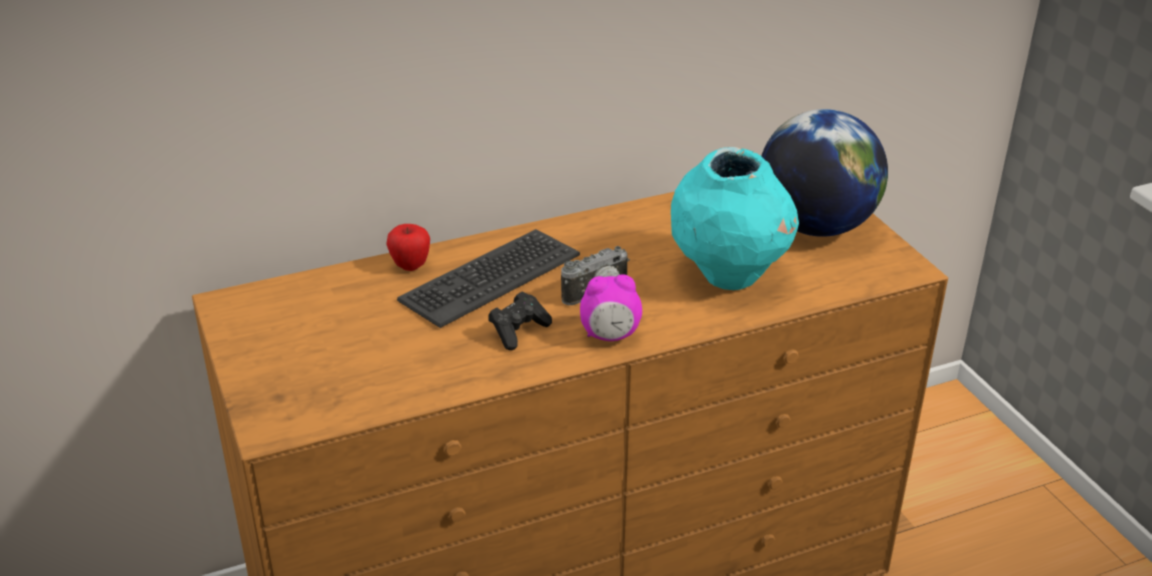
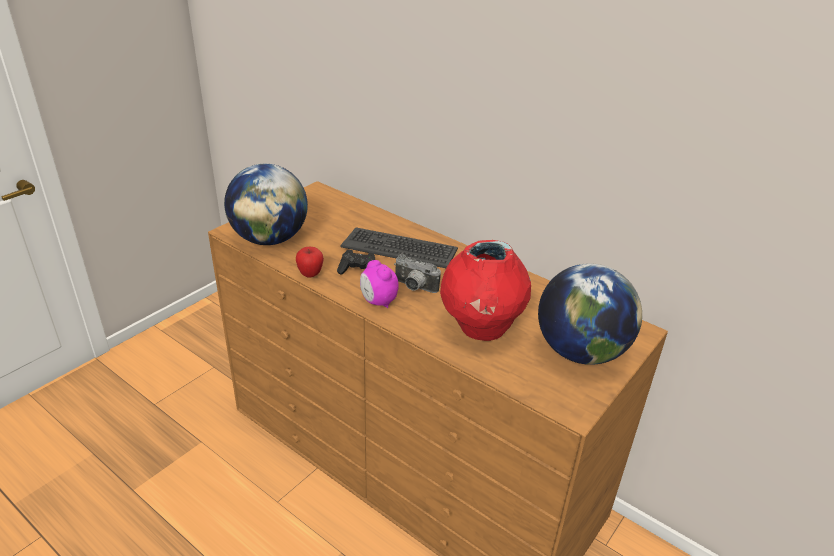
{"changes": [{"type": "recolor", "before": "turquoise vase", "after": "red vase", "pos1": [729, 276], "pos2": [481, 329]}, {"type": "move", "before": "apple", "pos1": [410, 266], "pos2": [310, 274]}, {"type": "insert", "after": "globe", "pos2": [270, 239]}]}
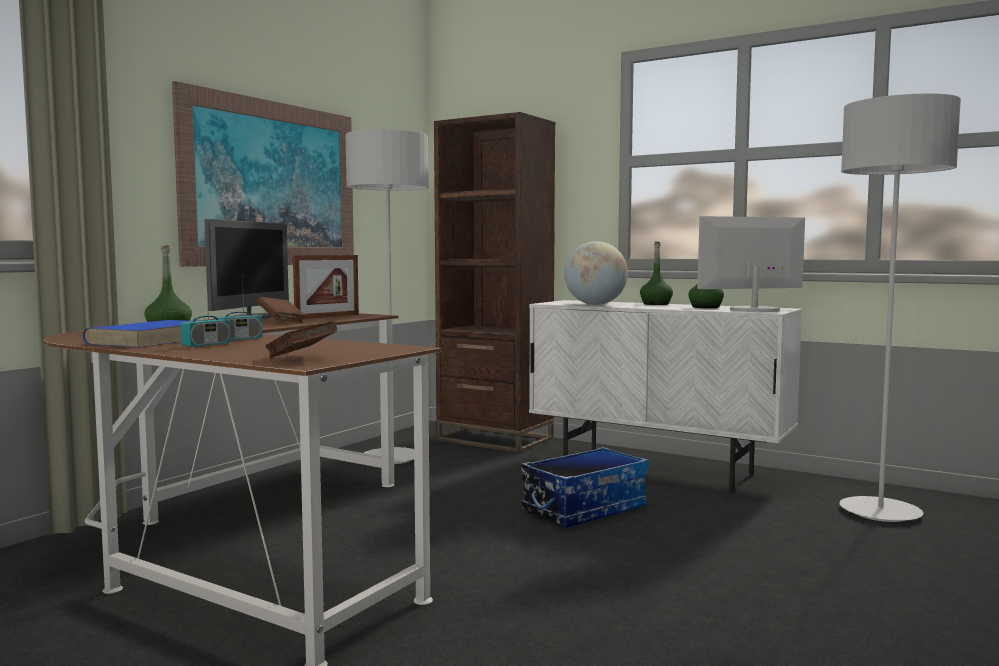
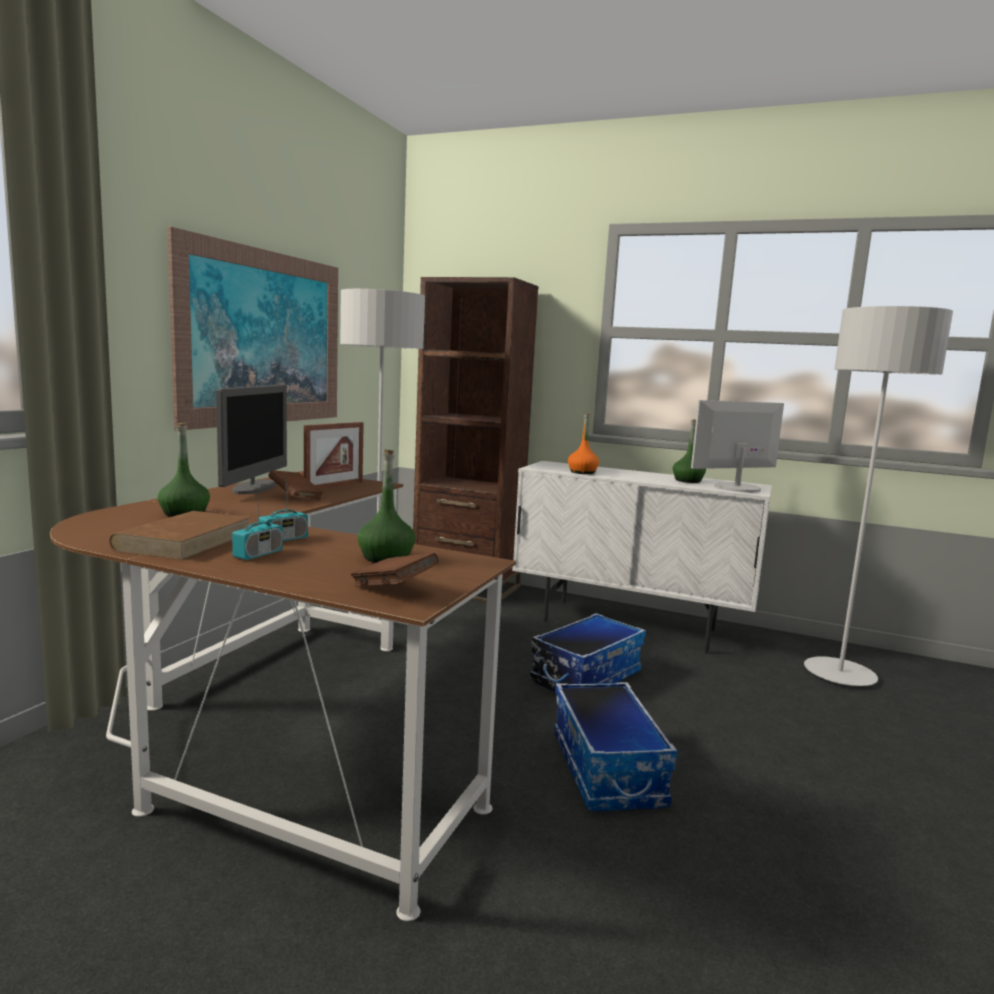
{"changes": [{"type": "replace", "before": "globe", "after": "orange bottle", "pos1": [595, 304], "pos2": [582, 472]}, {"type": "move", "before": "green bottle", "pos1": [656, 304], "pos2": [386, 558]}, {"type": "recolor", "before": "blue book", "after": "brown book", "pos1": [152, 340], "pos2": [186, 541]}, {"type": "insert", "after": "storage box", "pos2": [608, 770]}]}
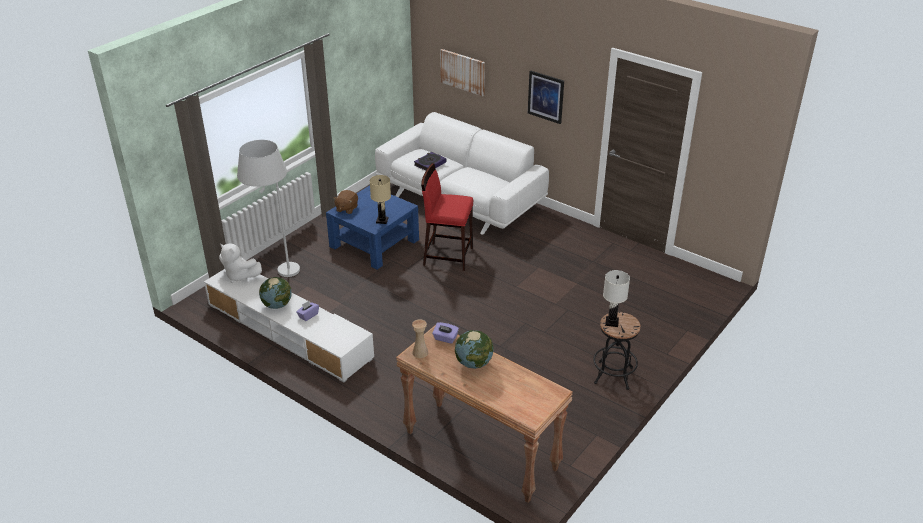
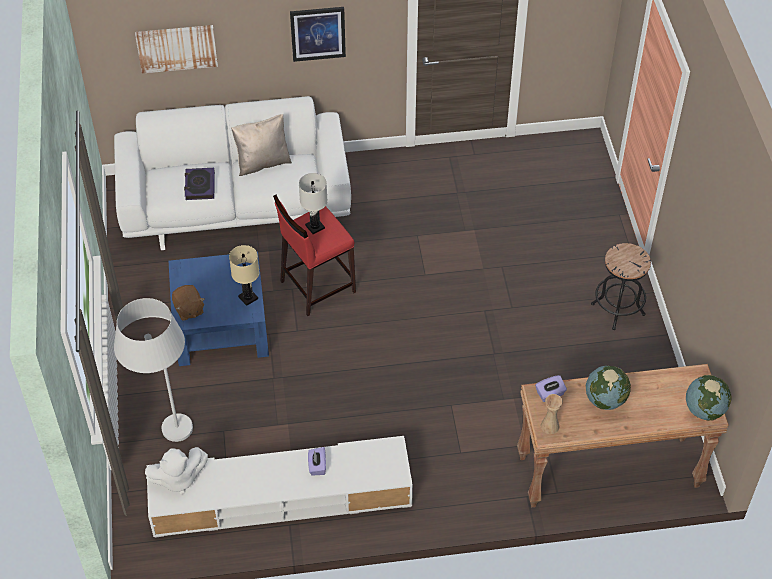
{"changes": [{"type": "move", "before": "white table lamp", "pos1": [612, 322], "pos2": [315, 227]}, {"type": "move", "before": "globe", "pos1": [277, 305], "pos2": [704, 410]}, {"type": "insert", "after": "beige pillow", "pos2": [262, 162]}]}
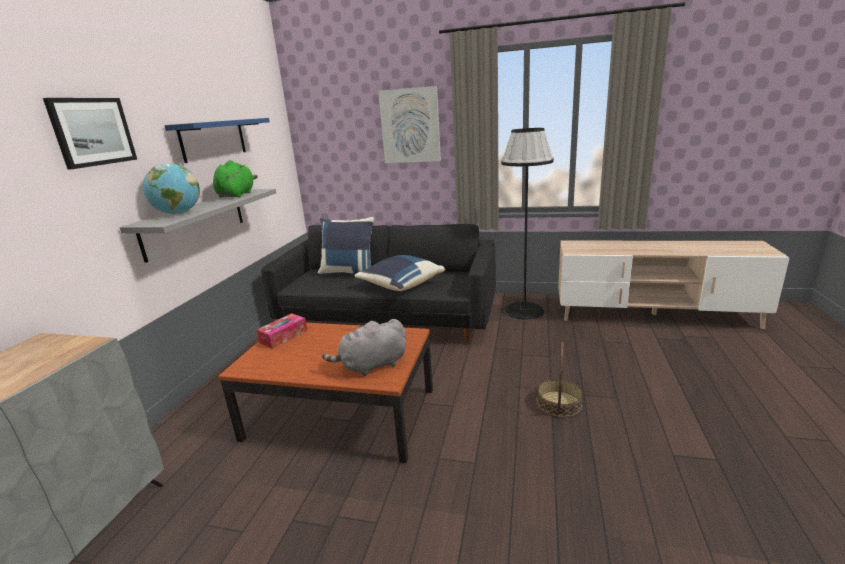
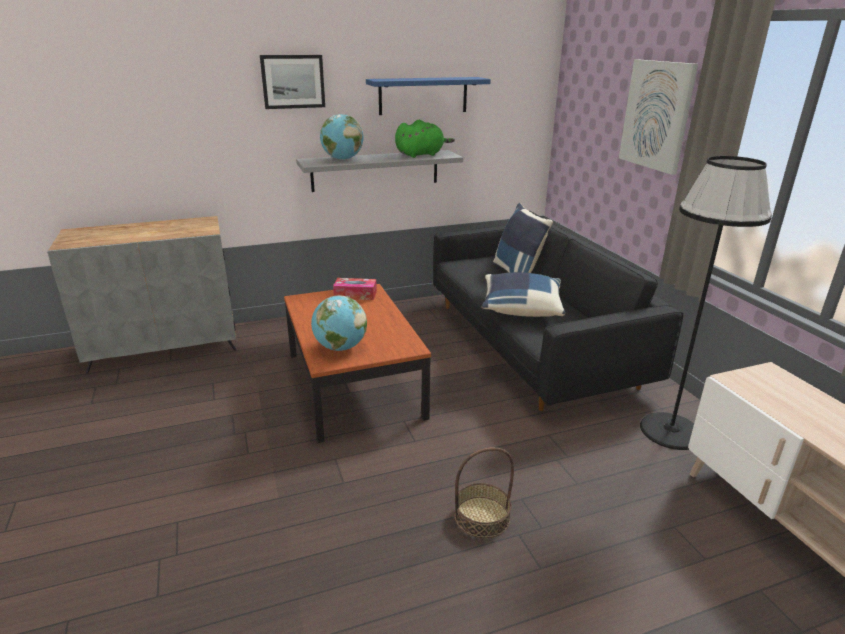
{"changes": [{"type": "replace", "before": "grey plush toy", "after": "globe", "pos1": [371, 366], "pos2": [340, 347]}]}
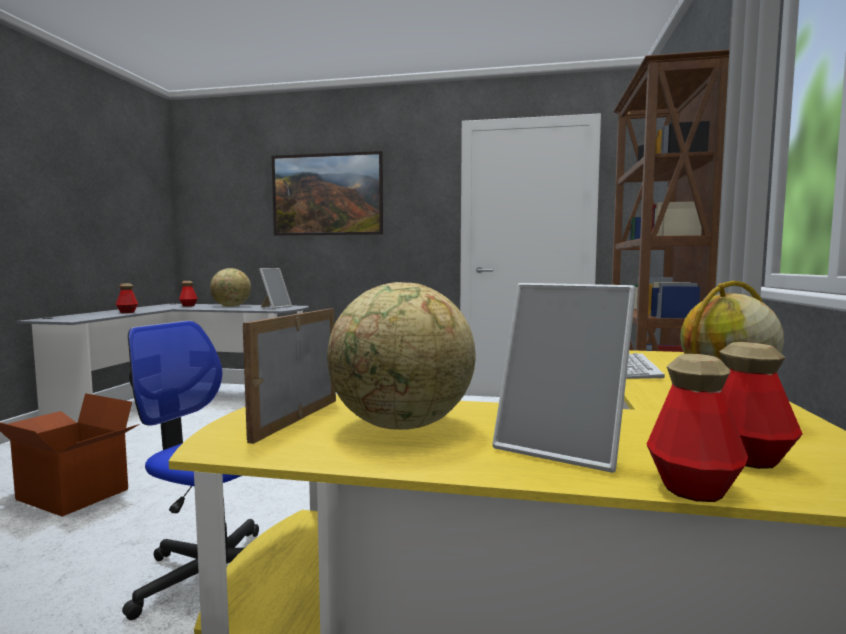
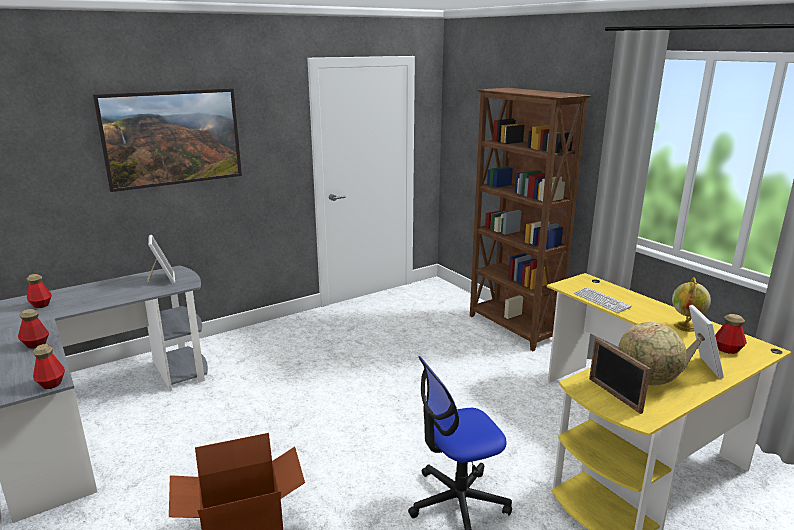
{"changes": [{"type": "delete", "before": "globe", "pos1": [231, 306]}, {"type": "rotate", "before": "picture frame", "pos1": [564, 448], "pos2": [697, 367], "turn": -75}, {"type": "move", "before": "bottle", "pos1": [693, 488], "pos2": [51, 383]}]}
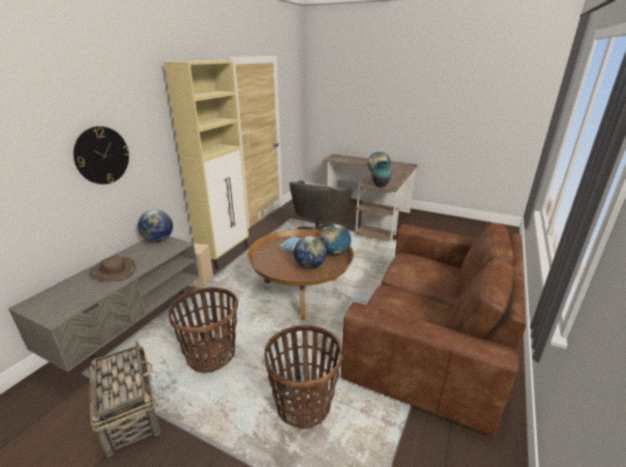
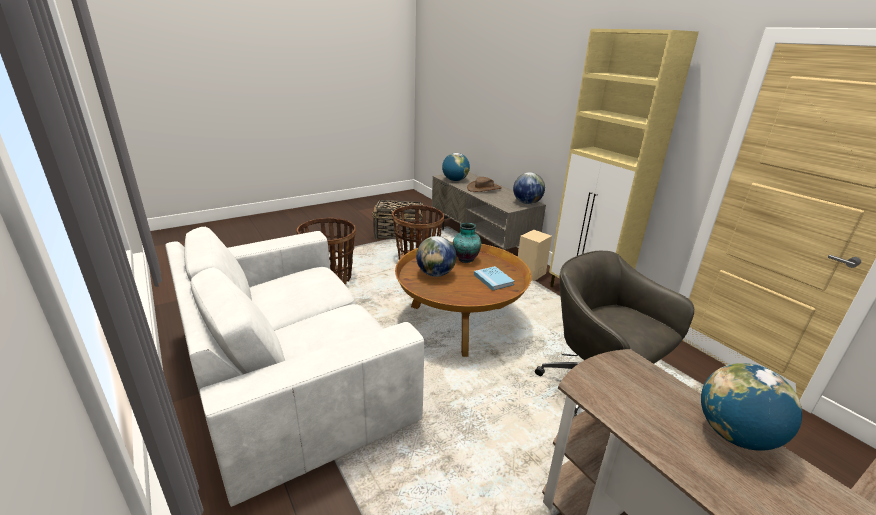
{"changes": [{"type": "delete", "before": "wall clock", "pos1": [102, 155]}, {"type": "move", "before": "vase", "pos1": [380, 186], "pos2": [465, 259]}, {"type": "recolor", "before": "brown sofa", "after": "white sofa", "pos1": [432, 336], "pos2": [291, 373]}, {"type": "move", "before": "globe", "pos1": [335, 253], "pos2": [455, 180]}]}
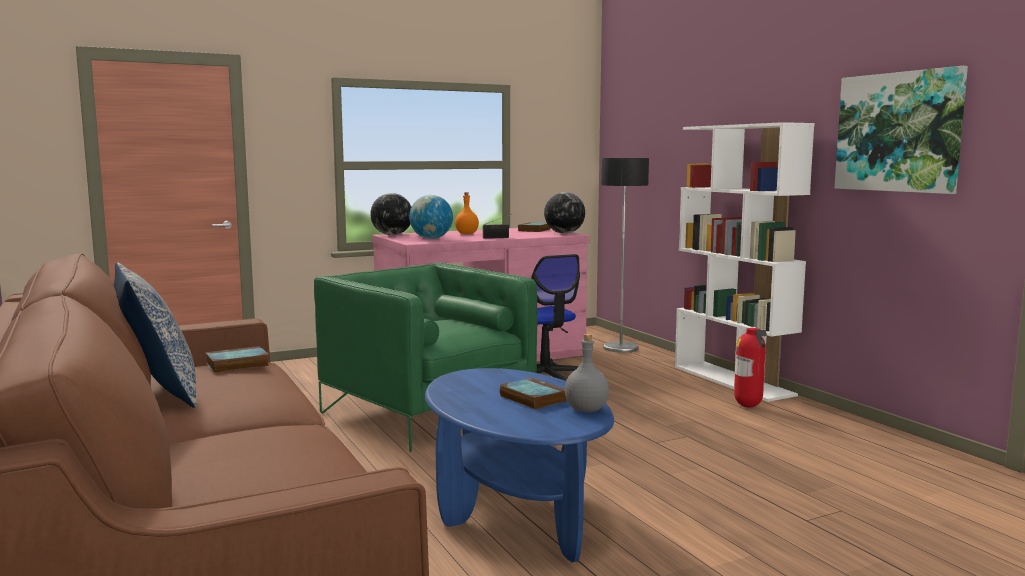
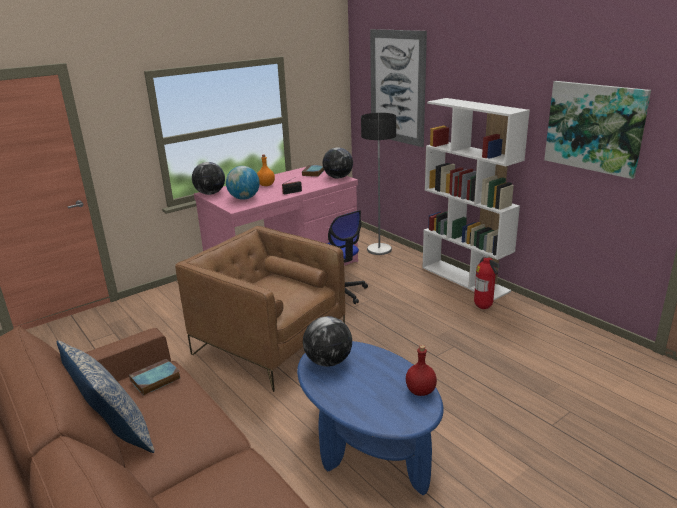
{"changes": [{"type": "recolor", "before": "green armchair", "after": "brown armchair", "pos1": [427, 413], "pos2": [269, 344]}, {"type": "recolor", "before": "grey bottle", "after": "red bottle", "pos1": [587, 410], "pos2": [421, 391]}, {"type": "delete", "before": "book", "pos1": [532, 398]}, {"type": "insert", "after": "picture", "pos2": [397, 87]}, {"type": "insert", "after": "globe", "pos2": [328, 362]}]}
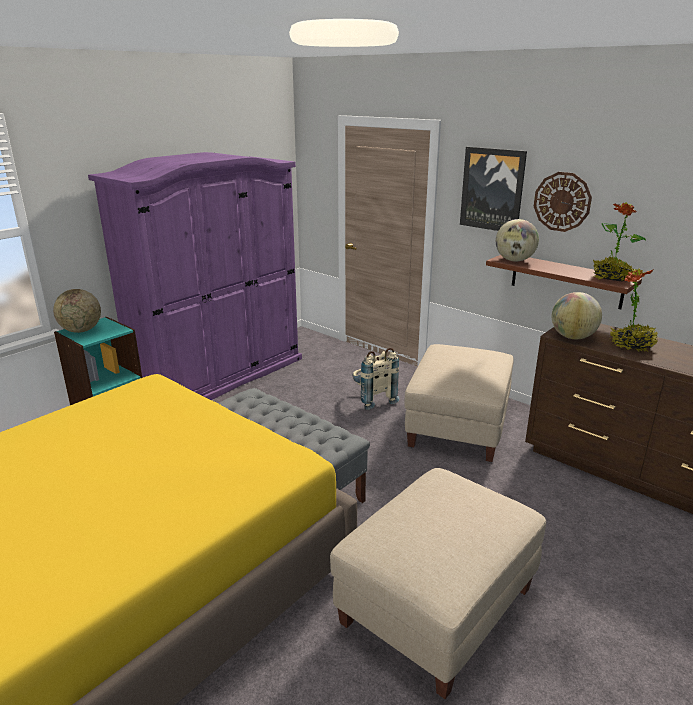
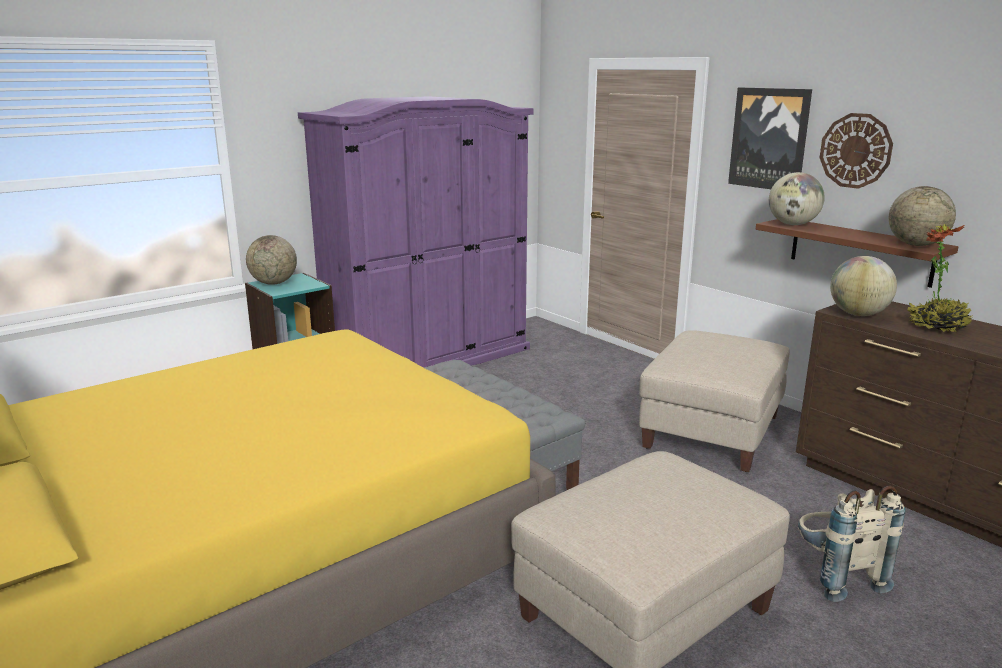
{"changes": [{"type": "replace", "before": "potted plant", "after": "globe", "pos1": [611, 279], "pos2": [916, 245]}, {"type": "move", "before": "beige backpack", "pos1": [372, 399], "pos2": [835, 576]}]}
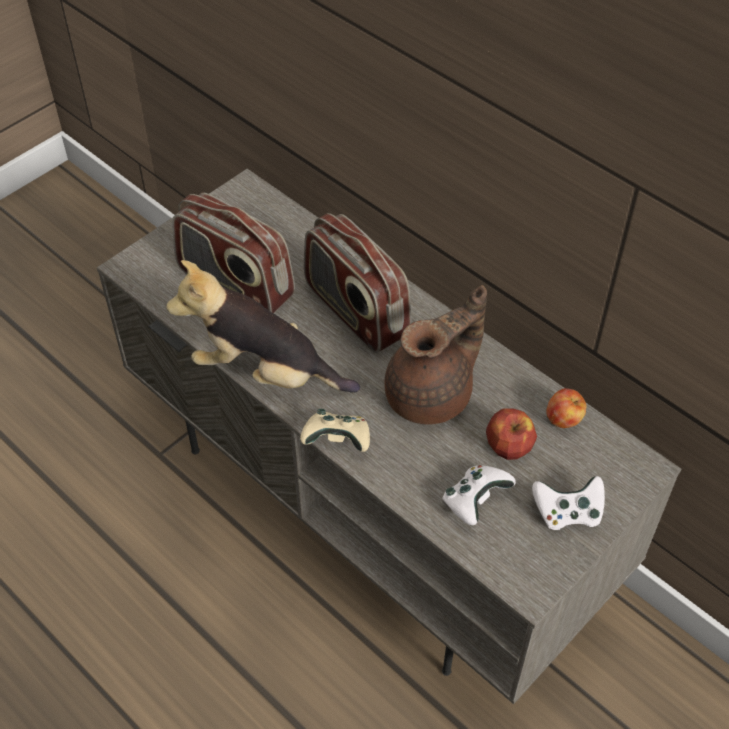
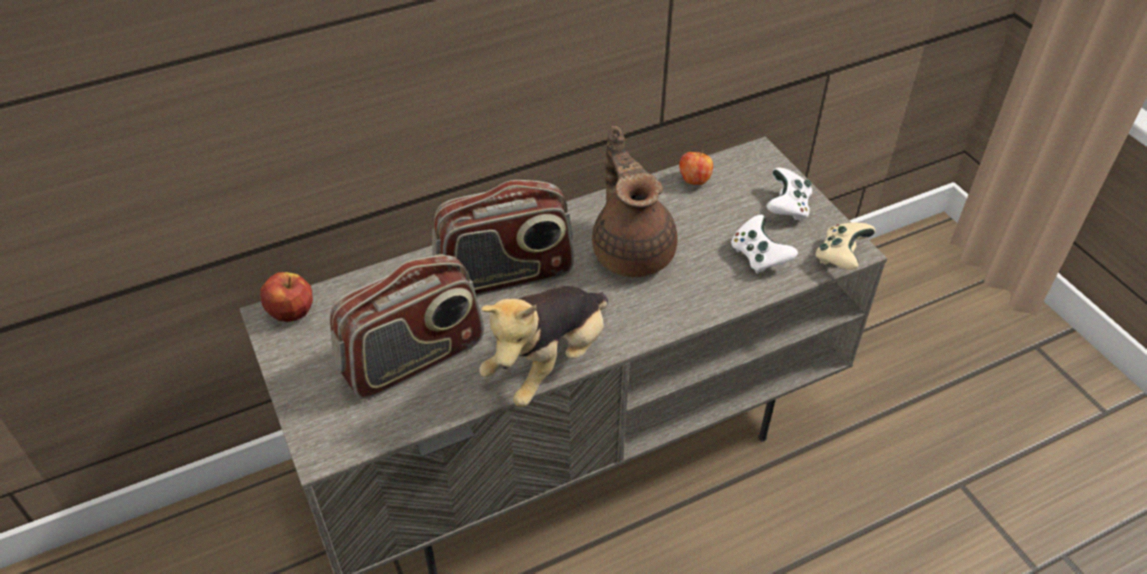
{"changes": [{"type": "move", "before": "apple", "pos1": [508, 446], "pos2": [291, 311]}, {"type": "move", "before": "beige game controller", "pos1": [338, 441], "pos2": [840, 257]}]}
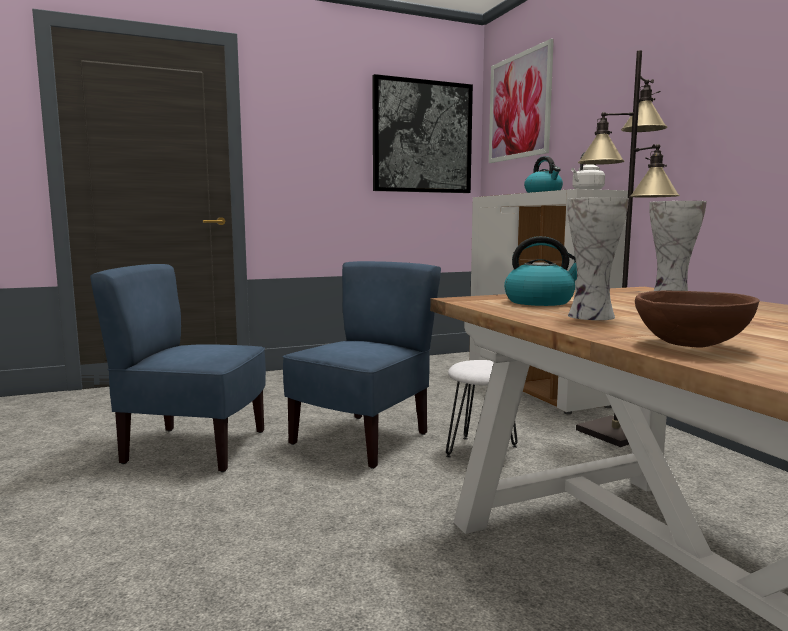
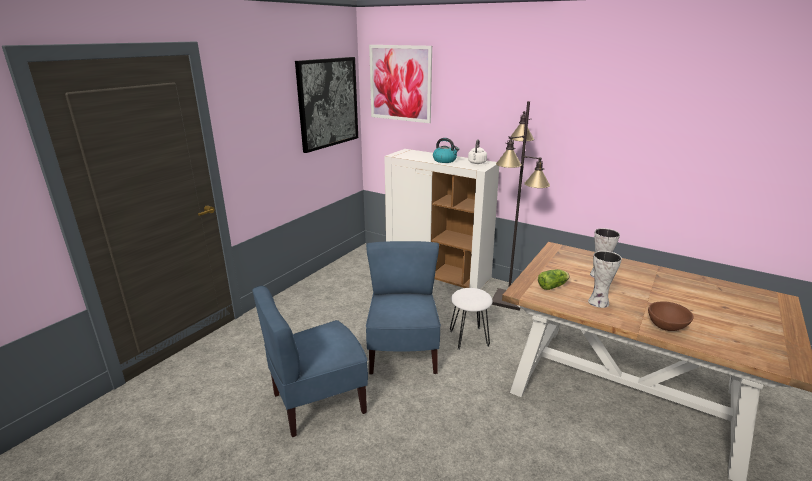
{"changes": [{"type": "replace", "before": "kettle", "after": "lettuce", "pos1": [540, 302], "pos2": [553, 286]}]}
